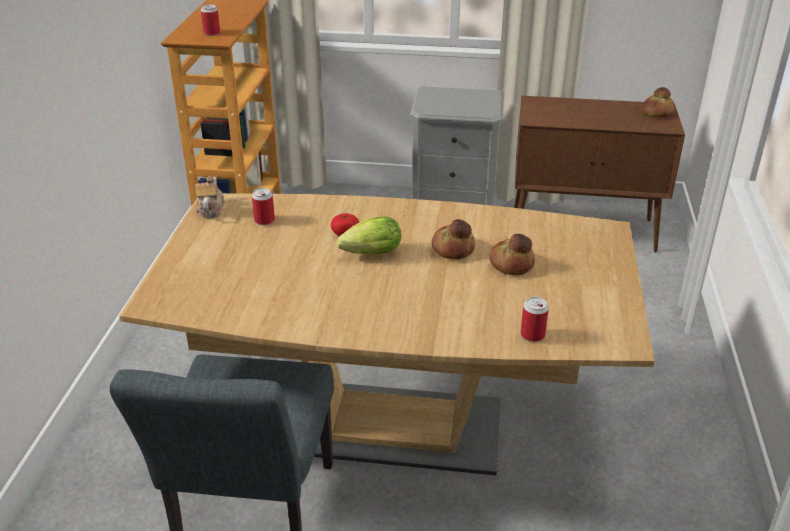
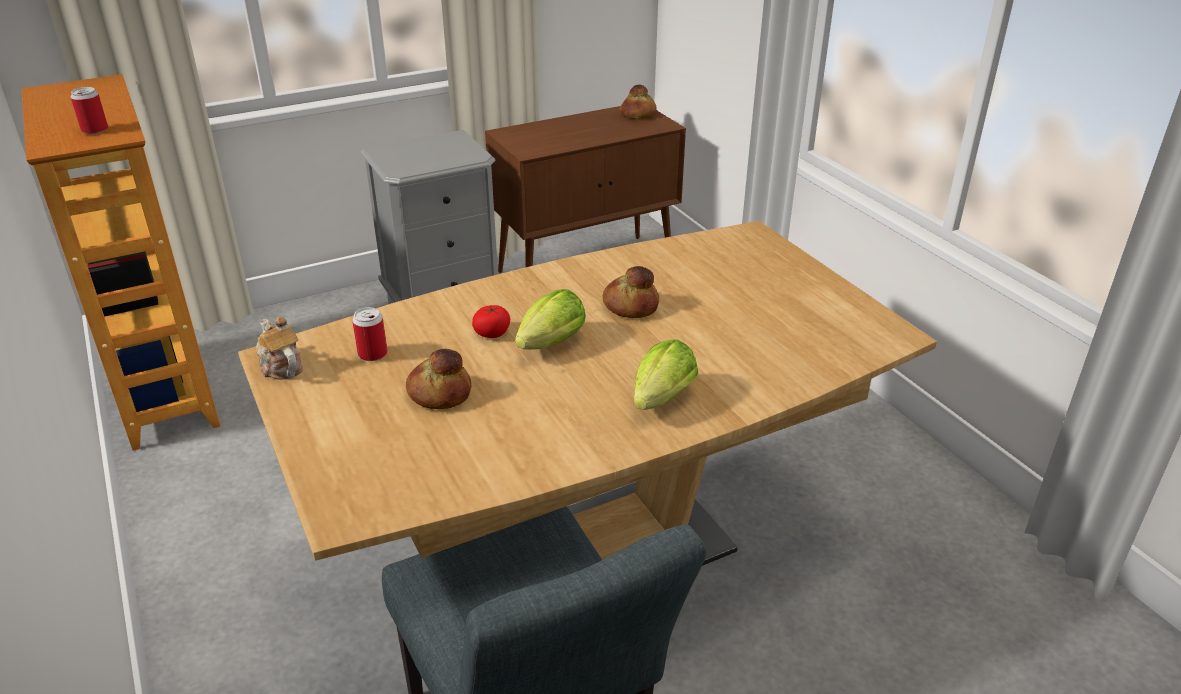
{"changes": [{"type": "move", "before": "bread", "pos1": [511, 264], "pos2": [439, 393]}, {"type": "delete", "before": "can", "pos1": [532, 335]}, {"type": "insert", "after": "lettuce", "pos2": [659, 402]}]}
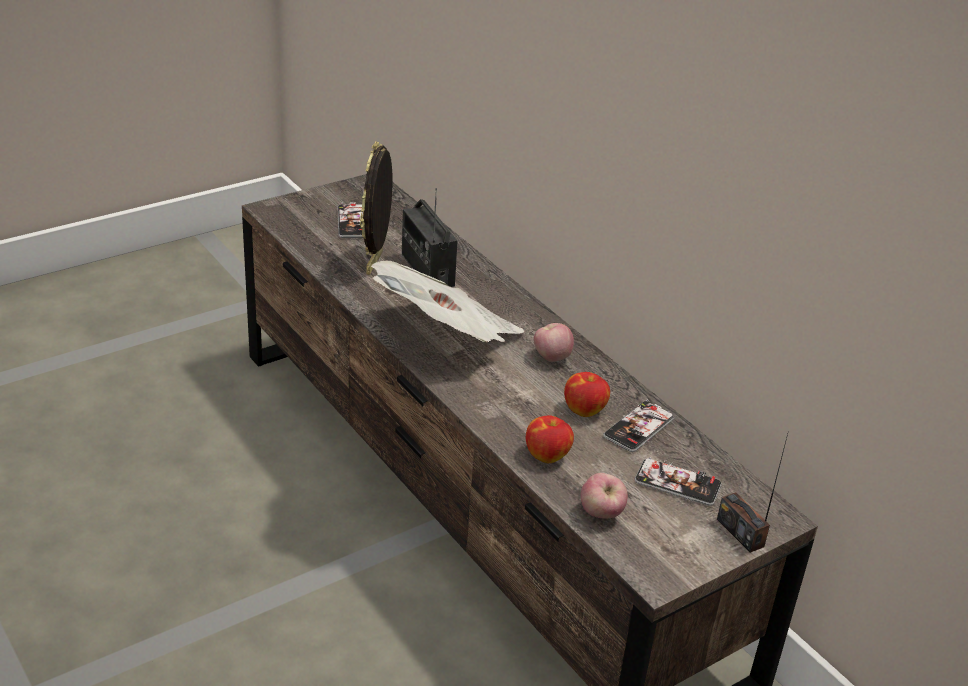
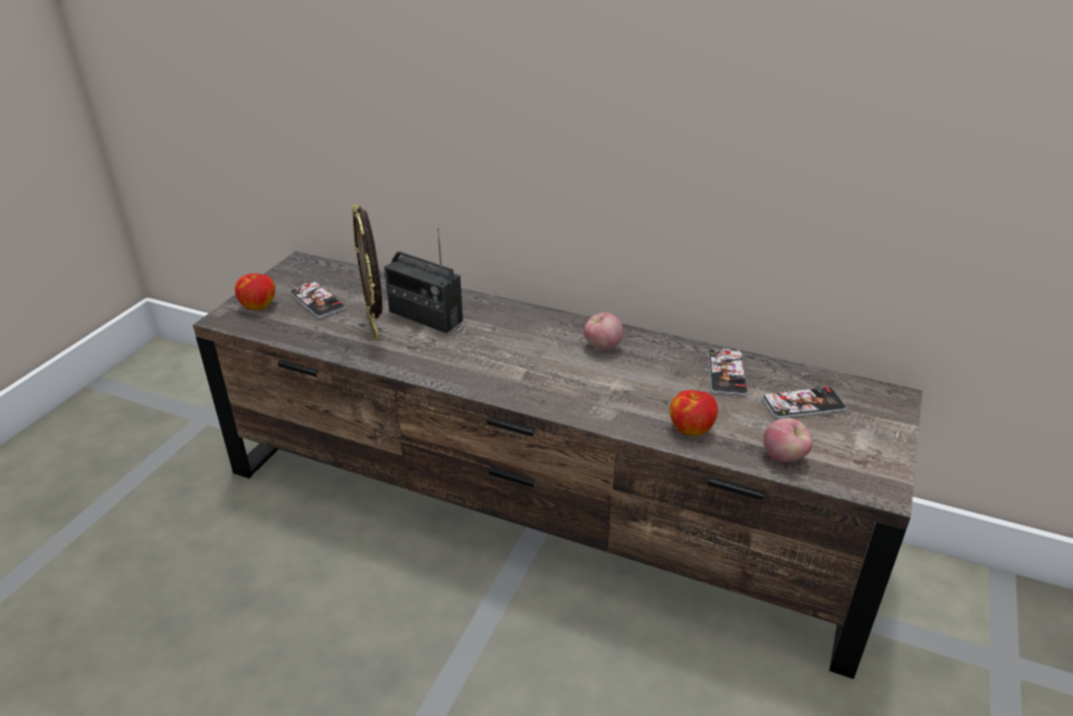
{"changes": [{"type": "delete", "before": "newspaper", "pos1": [447, 337]}, {"type": "move", "before": "apple", "pos1": [584, 410], "pos2": [258, 306]}, {"type": "delete", "before": "radio", "pos1": [740, 532]}]}
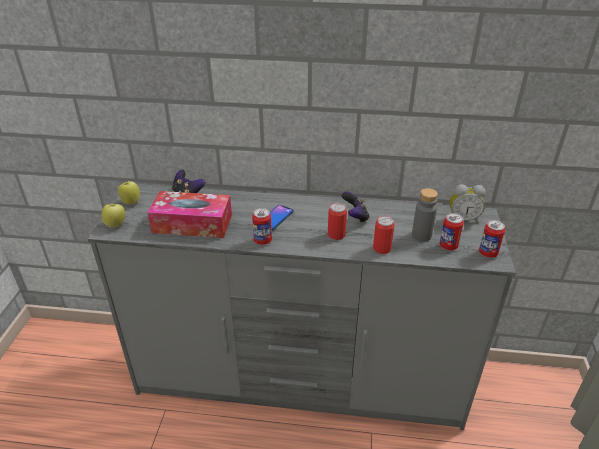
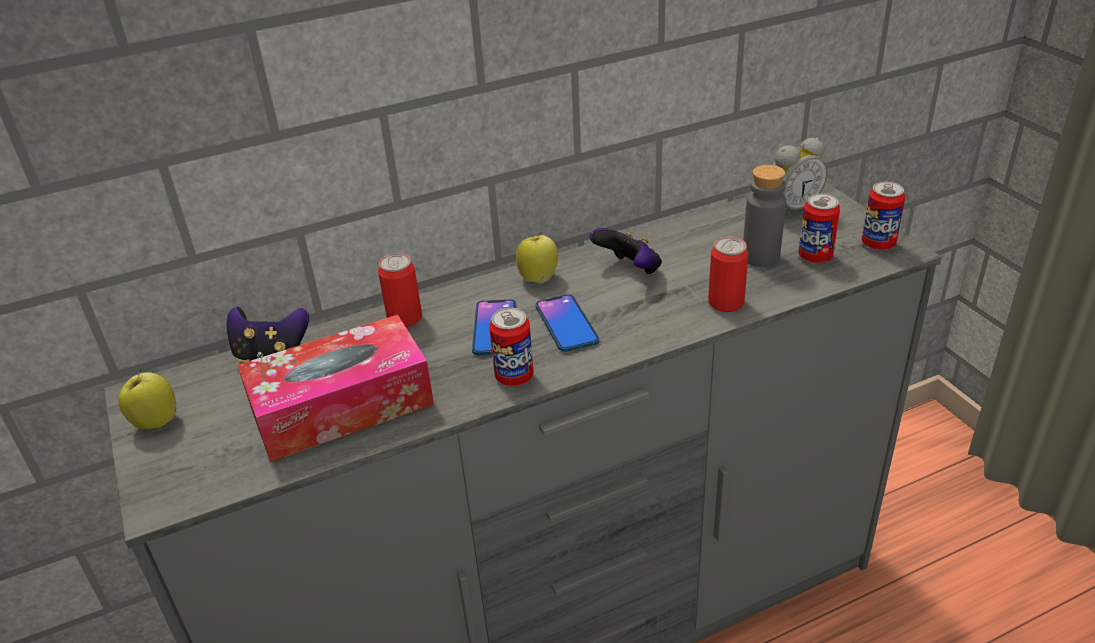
{"changes": [{"type": "move", "before": "apple", "pos1": [116, 224], "pos2": [538, 278]}, {"type": "move", "before": "can", "pos1": [336, 235], "pos2": [404, 318]}, {"type": "insert", "after": "phone", "pos2": [566, 324]}]}
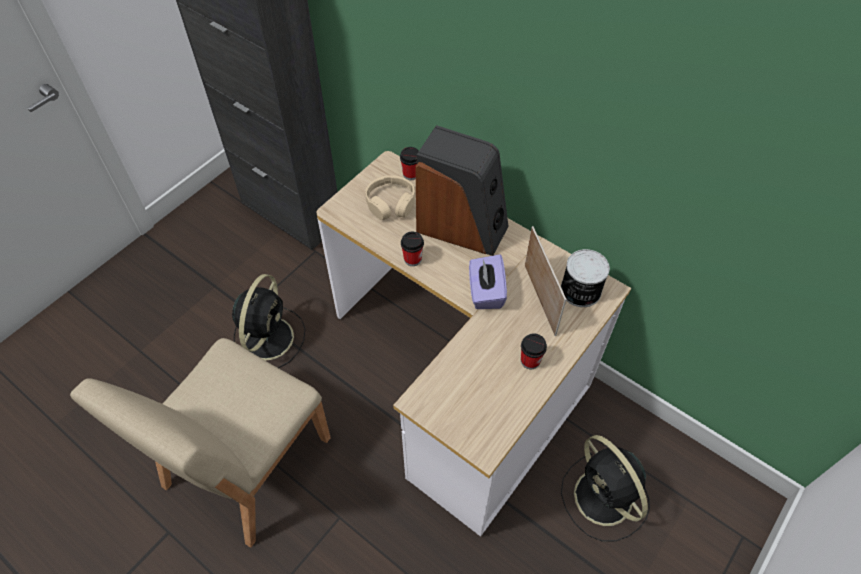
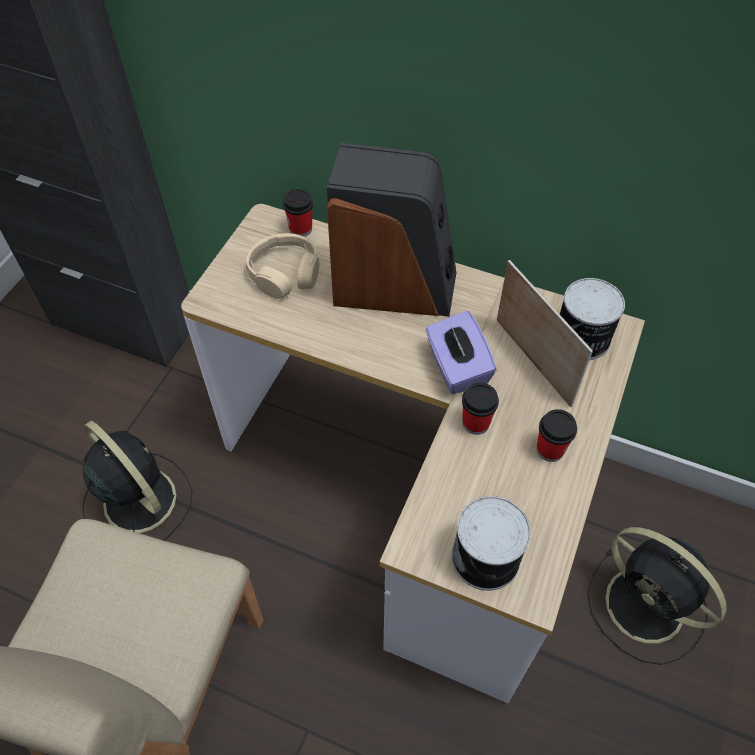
{"changes": [{"type": "move", "before": "cup", "pos1": [412, 259], "pos2": [475, 423]}, {"type": "rotate", "before": "black fan", "pos1": [269, 336], "pos2": [138, 498], "turn": -45}, {"type": "insert", "after": "can", "pos2": [487, 558]}]}
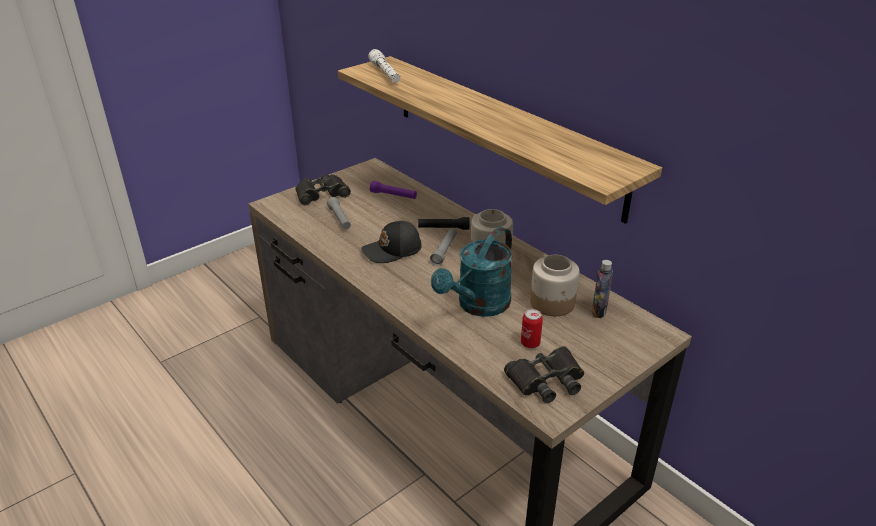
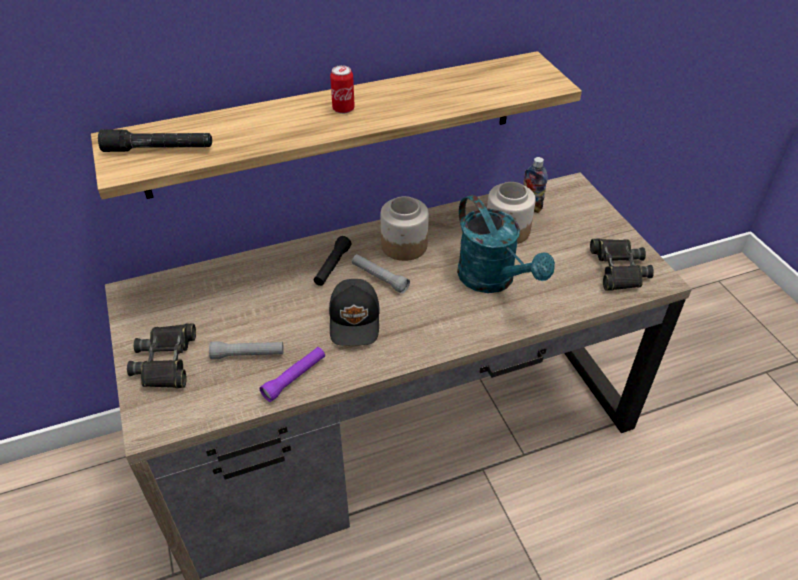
{"changes": [{"type": "recolor", "before": "white flashlight", "after": "black flashlight", "pos1": [385, 73], "pos2": [159, 149]}, {"type": "move", "before": "purple flashlight", "pos1": [393, 195], "pos2": [294, 378]}, {"type": "move", "before": "can", "pos1": [530, 343], "pos2": [343, 109]}]}
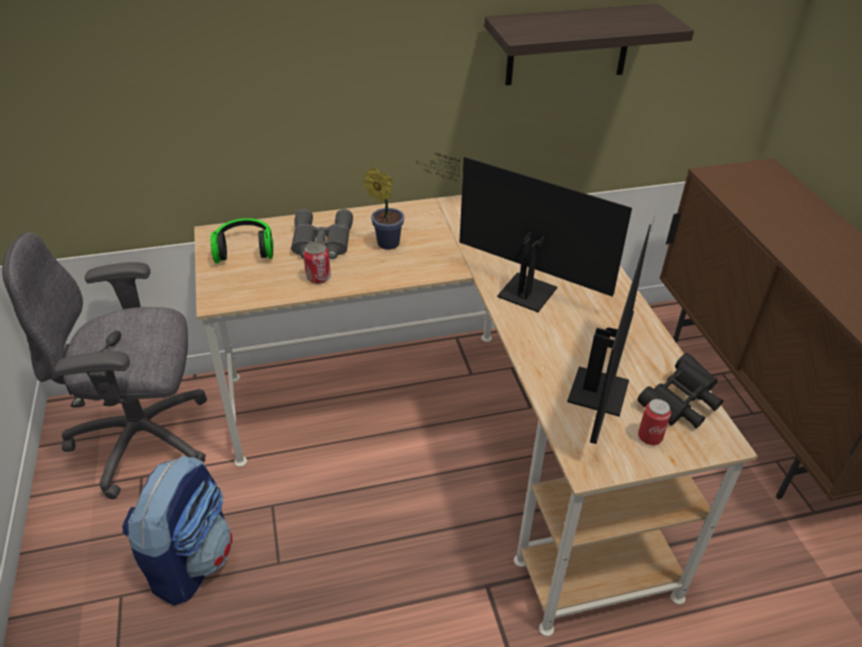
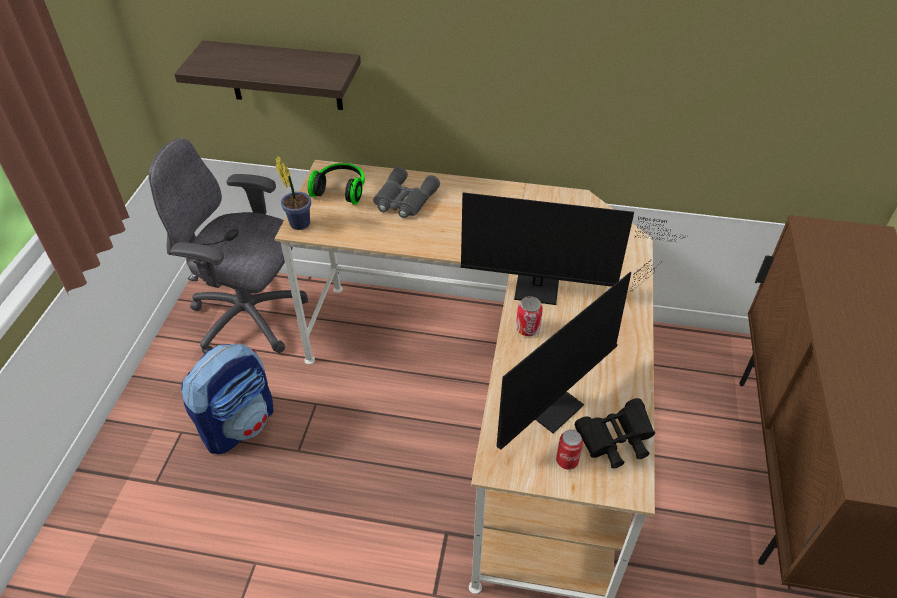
{"changes": [{"type": "move", "before": "shelf", "pos1": [568, 45], "pos2": [285, 76]}, {"type": "rotate", "before": "monitor", "pos1": [520, 288], "pos2": [544, 290], "turn": 135}, {"type": "move", "before": "potted plant", "pos1": [385, 242], "pos2": [298, 222]}, {"type": "move", "before": "can", "pos1": [318, 277], "pos2": [527, 328]}]}
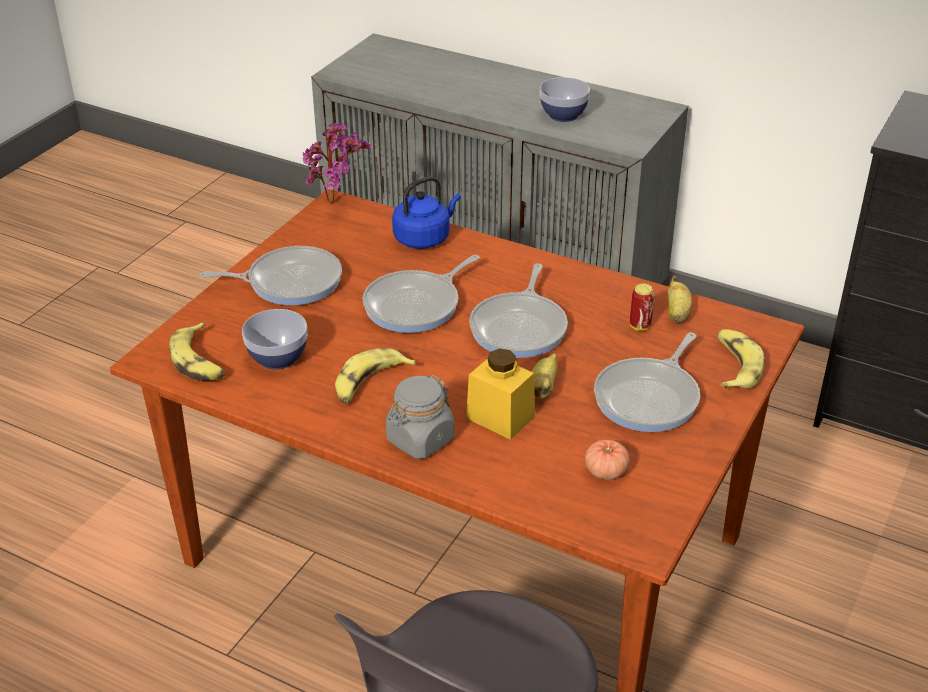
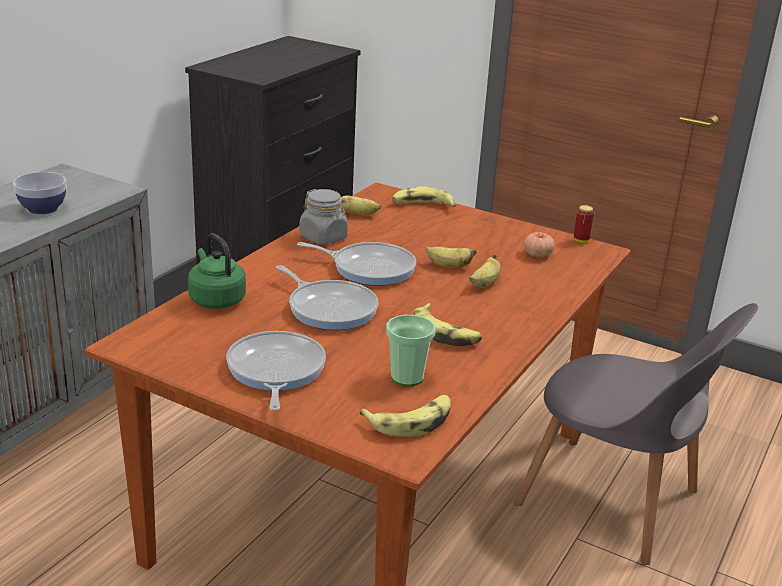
{"changes": [{"type": "delete", "before": "potted plant", "pos1": [337, 202]}, {"type": "recolor", "before": "blue kettle", "after": "green kettle", "pos1": [424, 238], "pos2": [216, 299]}, {"type": "move", "before": "can", "pos1": [639, 326], "pos2": [581, 240]}, {"type": "replace", "before": "bowl", "after": "cup", "pos1": [278, 358], "pos2": [407, 377]}, {"type": "delete", "before": "frying pan", "pos1": [650, 397]}, {"type": "replace", "before": "yellow jar", "after": "banana", "pos1": [500, 417], "pos2": [484, 284]}, {"type": "move", "before": "grey jar", "pos1": [420, 440], "pos2": [323, 237]}]}
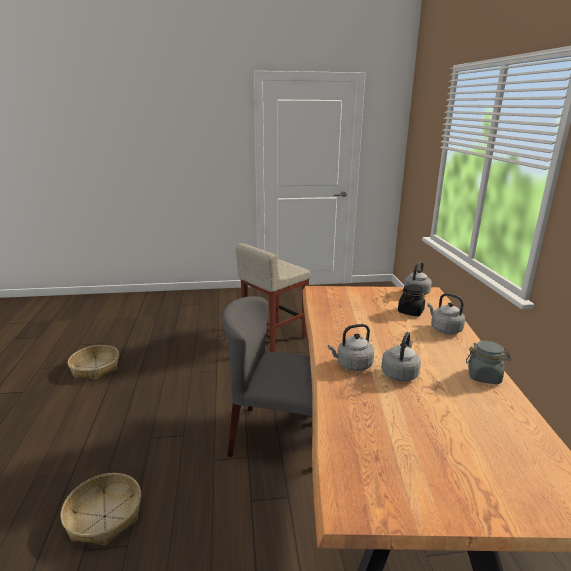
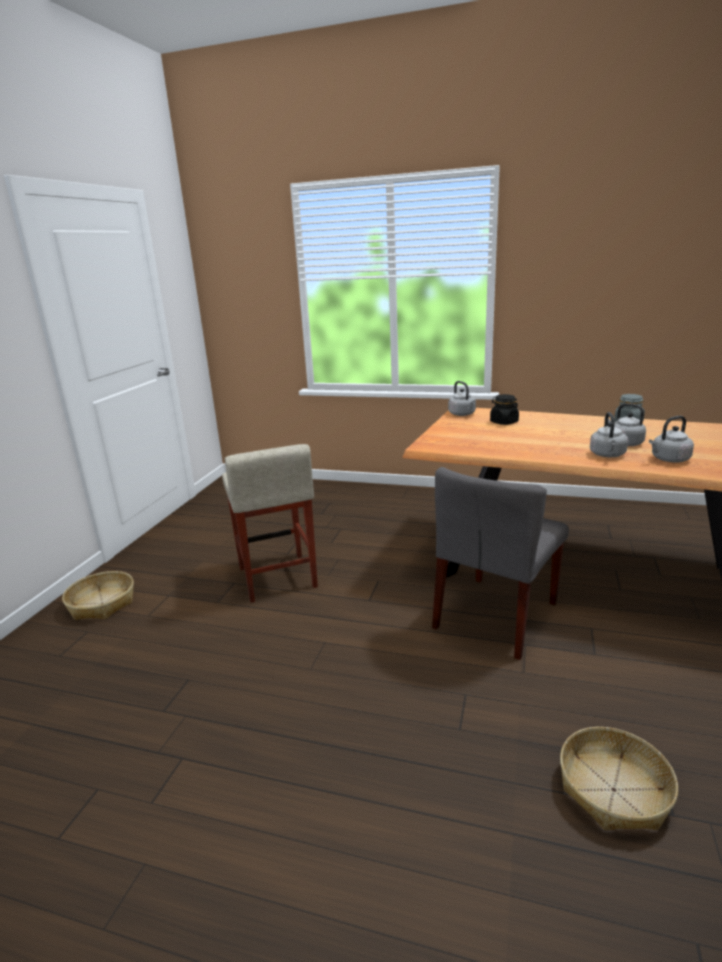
{"changes": [{"type": "move", "before": "grey kettle", "pos1": [444, 329], "pos2": [668, 459]}, {"type": "move", "before": "basket", "pos1": [95, 368], "pos2": [102, 604]}]}
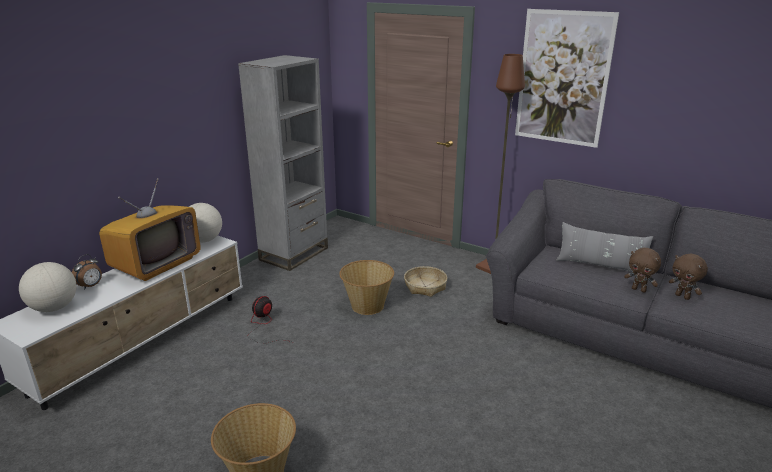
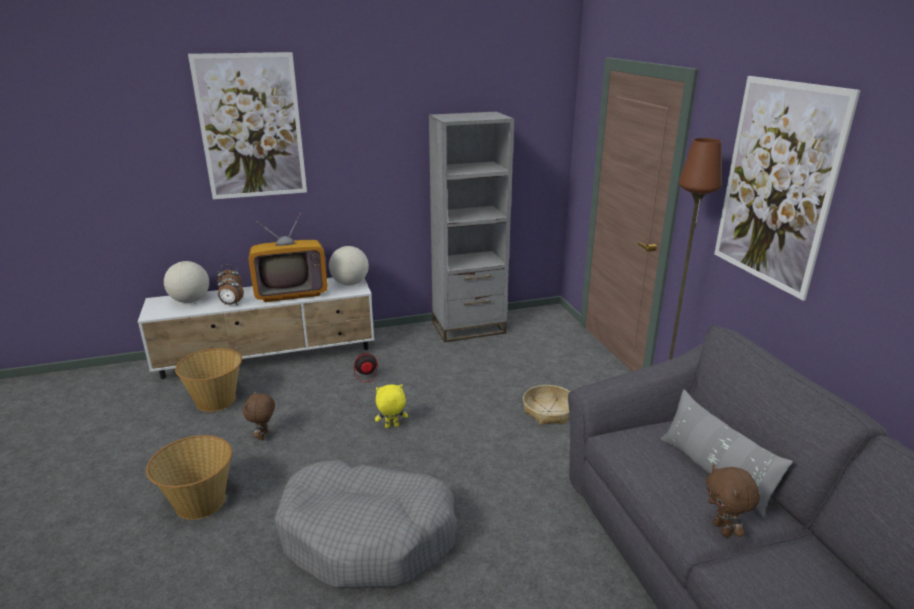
{"changes": [{"type": "move", "before": "brown plush toy", "pos1": [683, 296], "pos2": [263, 436]}, {"type": "move", "before": "basket", "pos1": [367, 305], "pos2": [216, 400]}, {"type": "insert", "after": "picture", "pos2": [251, 127]}, {"type": "insert", "after": "alarm clock", "pos2": [231, 304]}, {"type": "insert", "after": "yellow plush toy", "pos2": [391, 426]}, {"type": "insert", "after": "grey dog bed", "pos2": [368, 536]}]}
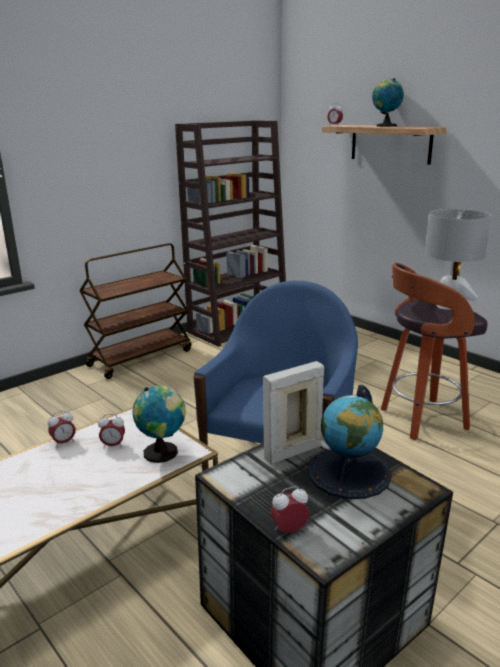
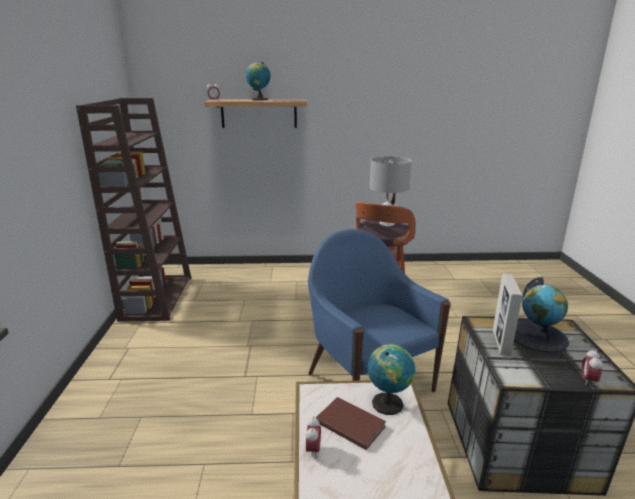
{"changes": [{"type": "delete", "before": "brown cart", "pos1": [140, 357]}, {"type": "replace", "before": "alarm clock", "after": "brown book", "pos1": [113, 445], "pos2": [350, 423]}]}
